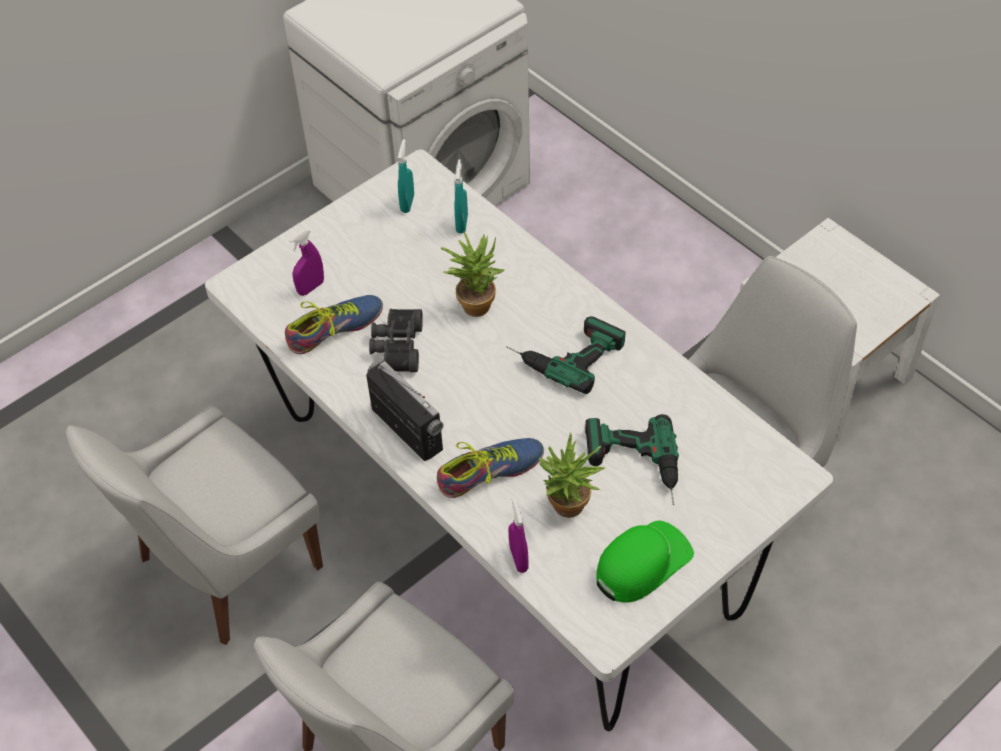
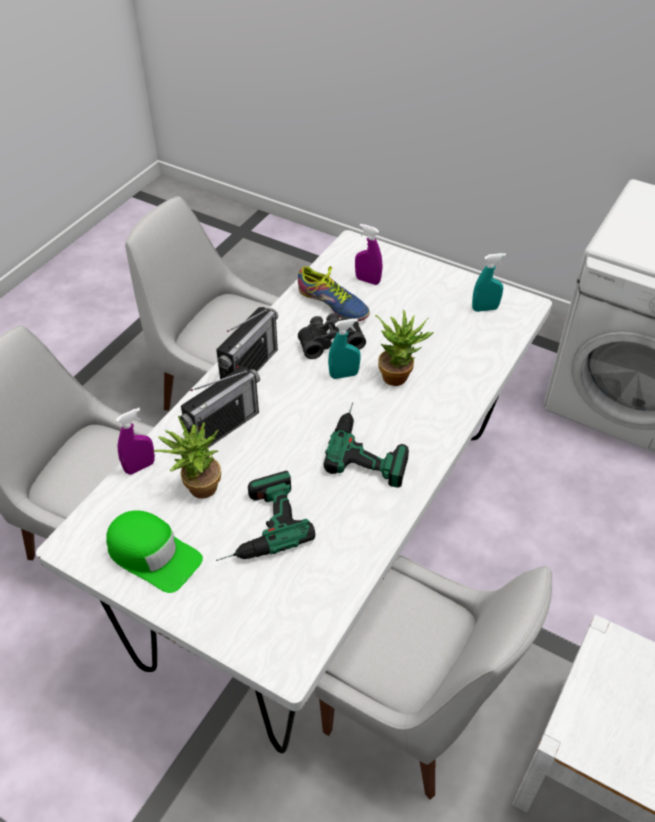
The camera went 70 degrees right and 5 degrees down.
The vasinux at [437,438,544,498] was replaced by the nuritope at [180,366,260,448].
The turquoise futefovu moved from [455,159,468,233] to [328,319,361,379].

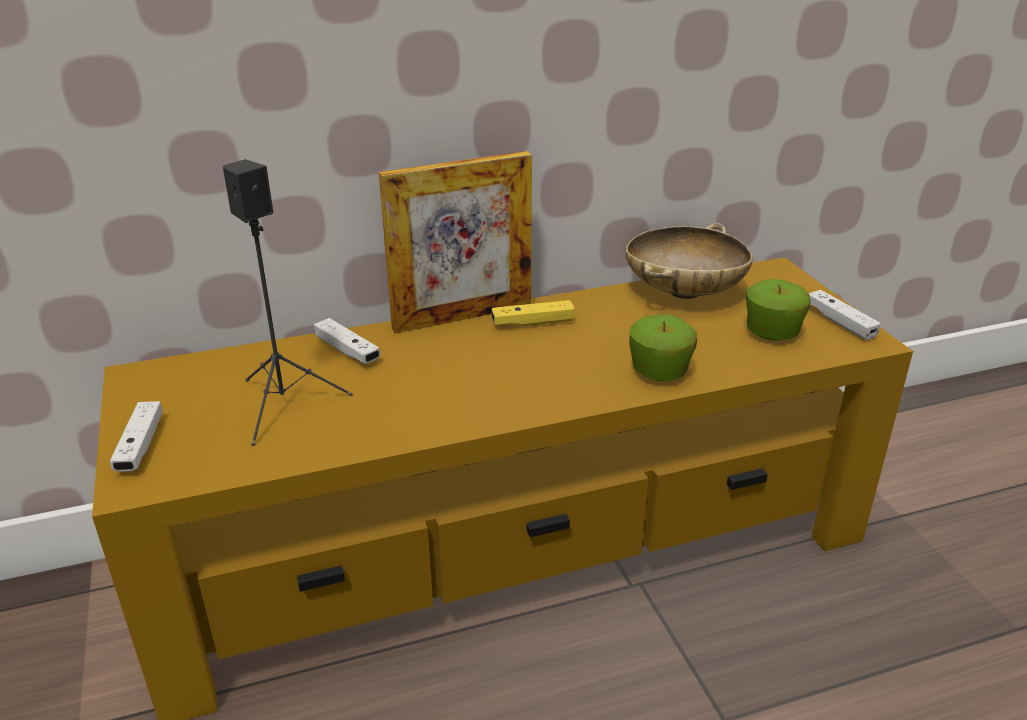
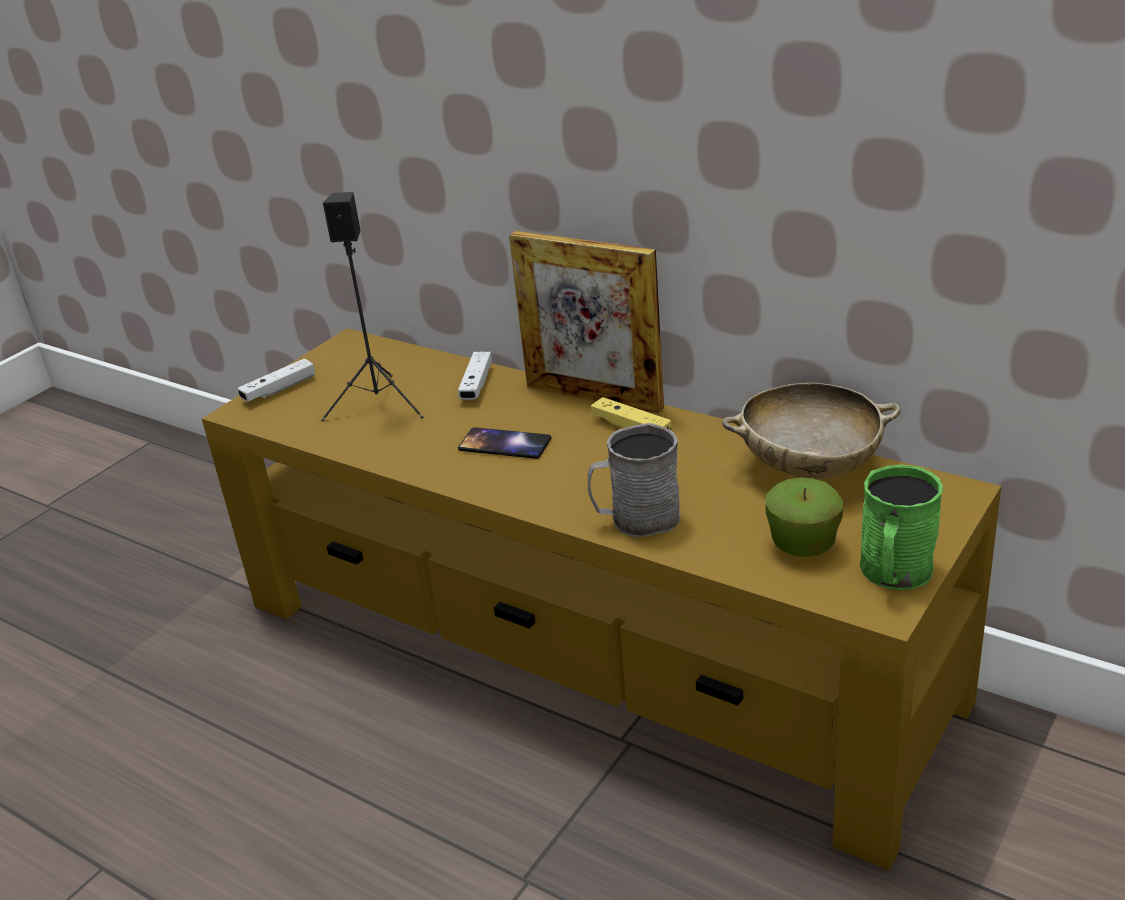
The camera went 55 degrees right and 0 degrees up.
The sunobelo at [458,427,552,459] appeared.
The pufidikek at [629,315,697,381] was replaced by the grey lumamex at [588,423,681,537].
The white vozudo at [808,290,881,340] was replaced by the green lumamex at [860,465,943,590].

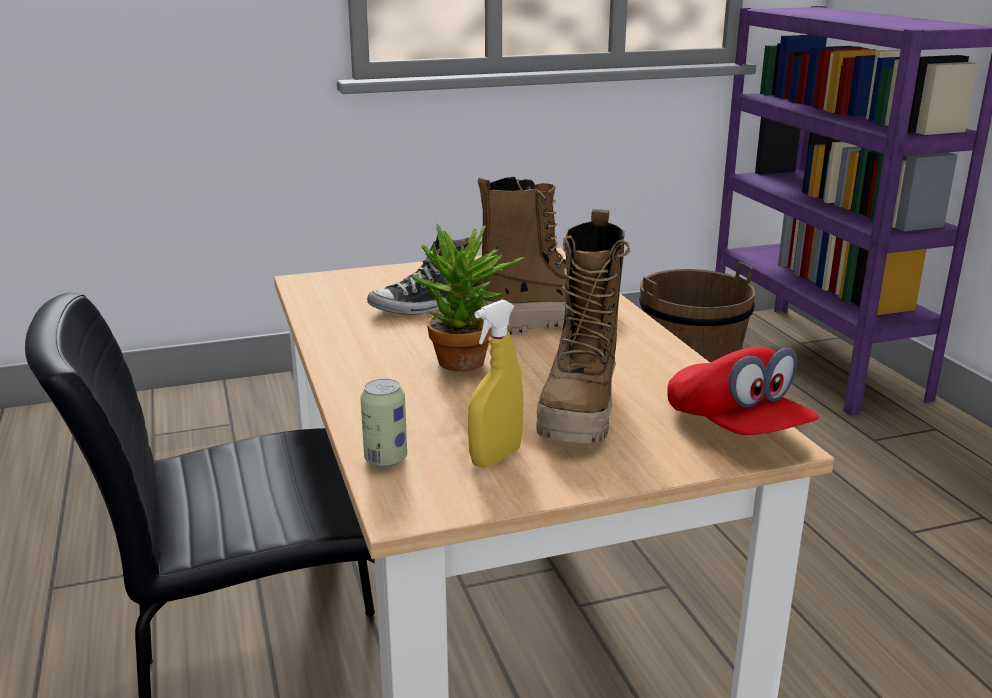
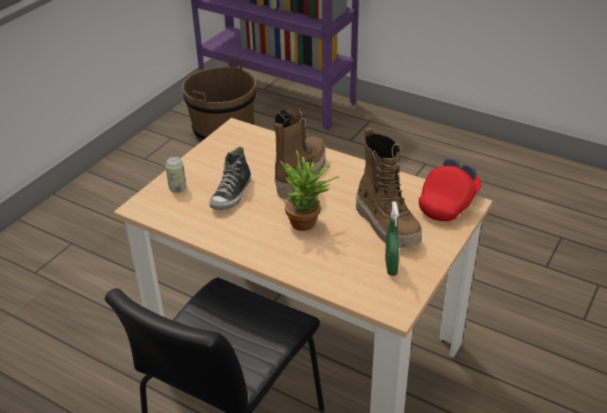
The camera went 40 degrees left and 15 degrees up.
The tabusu moved from [360,379,407,468] to [165,157,186,193].
The yellow futefovu at [468,300,523,468] became the green futefovu at [385,201,399,276].
The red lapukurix at [667,347,819,435] turned 75 degrees counterclockwise.

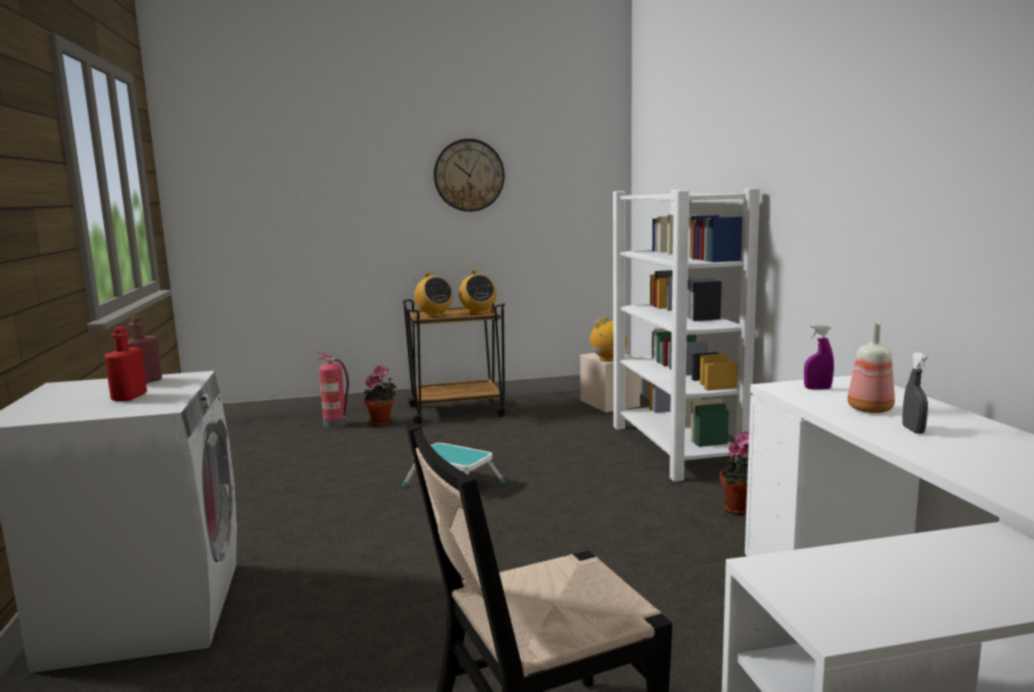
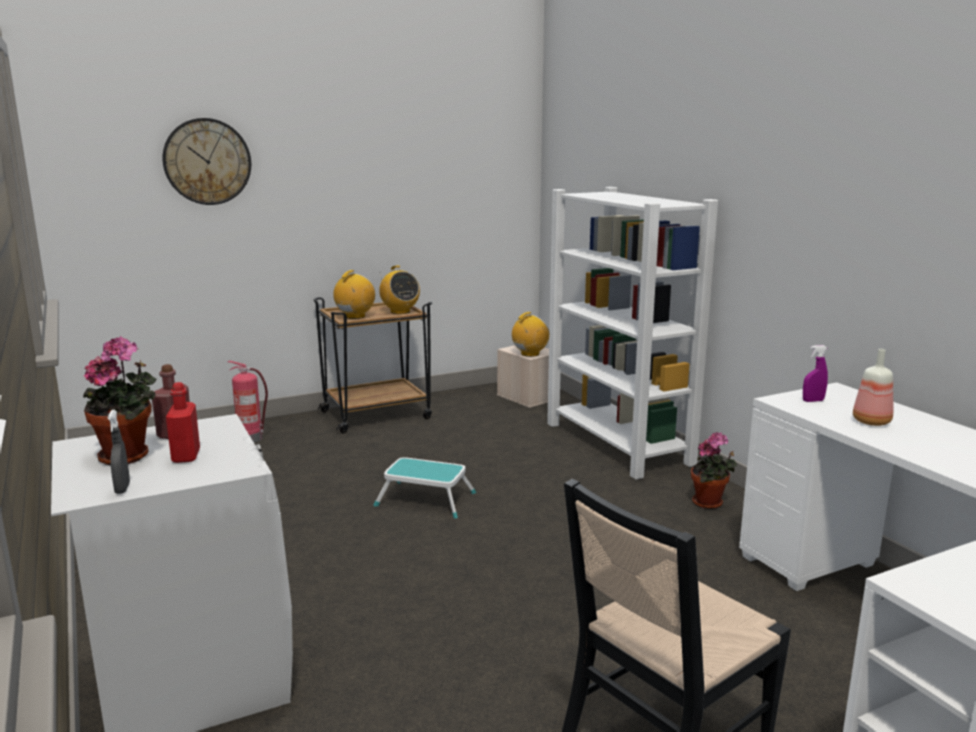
The camera went 15 degrees left and 5 degrees up.
The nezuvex moved from [364,366,397,426] to [83,336,156,465].
The grey futefovu moved from [902,352,928,434] to [108,410,130,494].
The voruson moved from [434,139,505,212] to [163,118,251,205].
The nuritope at [414,272,453,318] turned 105 degrees counterclockwise.

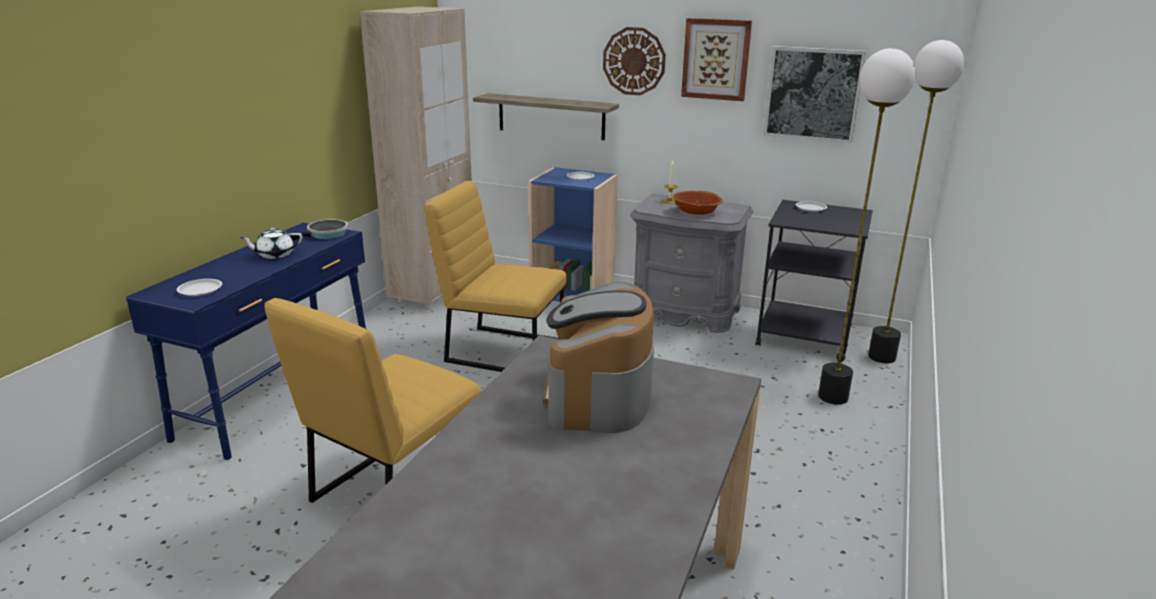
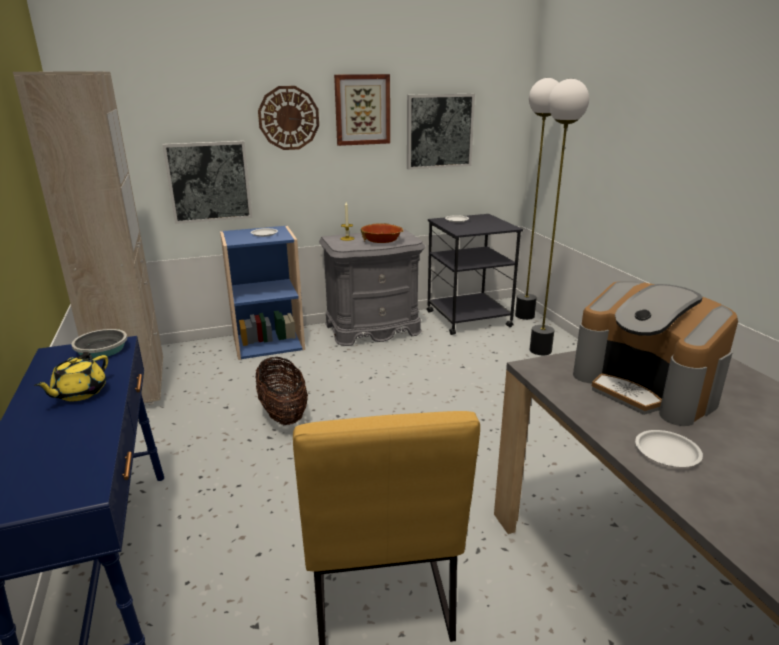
The camera went 40 degrees left and 0 degrees up.
The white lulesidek at [240,227,302,259] became the yellow lulesidek at [34,355,108,401].
The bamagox at [473,93,619,140] was replaced by the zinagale at [162,141,252,224].
The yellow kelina at [424,181,567,372] was replaced by the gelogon at [255,357,308,425].
The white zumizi moved from [177,279,222,296] to [635,430,703,467].

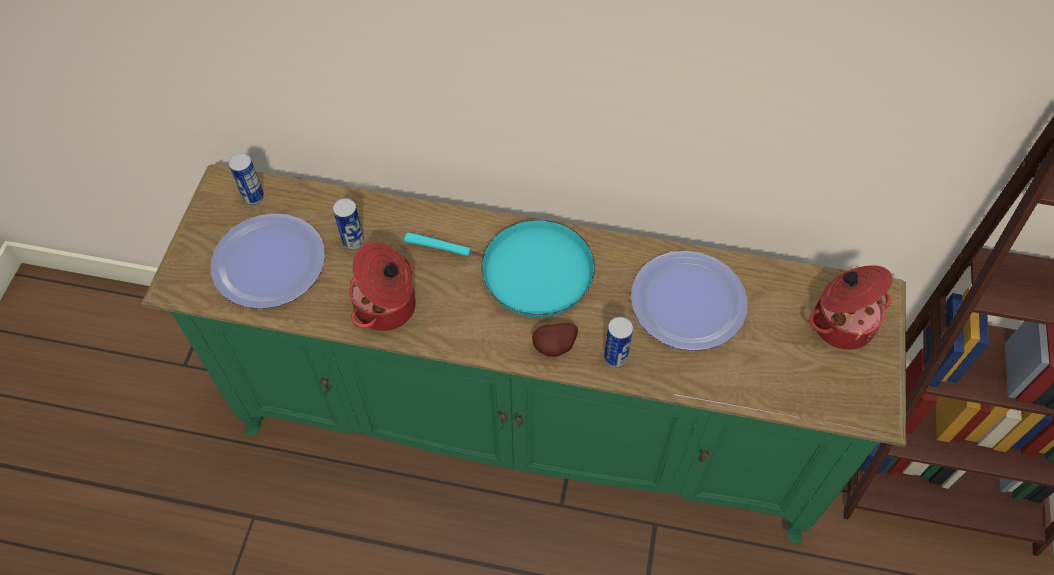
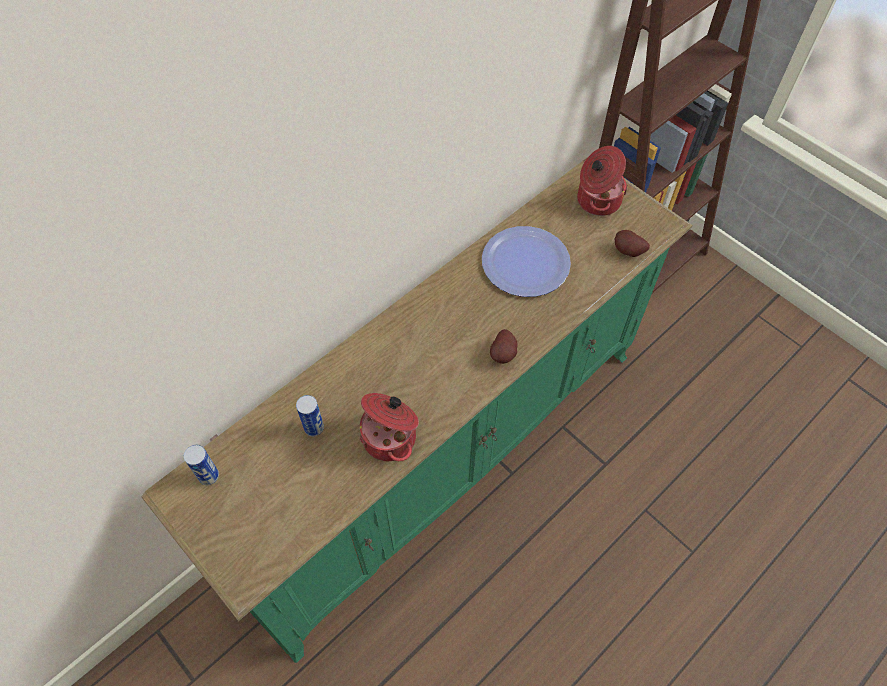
The camera went 55 degrees left and 0 degrees up.
The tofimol at [615,230,650,257] appeared.
The zumizi at [211,213,325,309] disappeared.
The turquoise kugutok at [404,220,595,317] disappeared.
The tabusu at [604,317,633,367] disappeared.

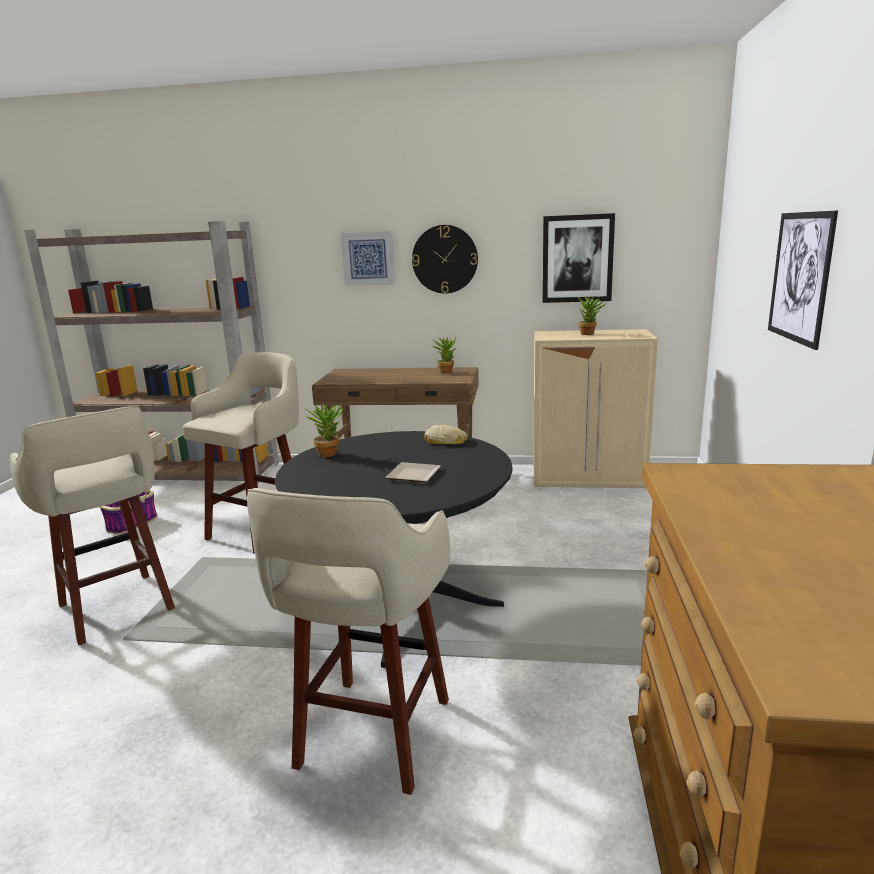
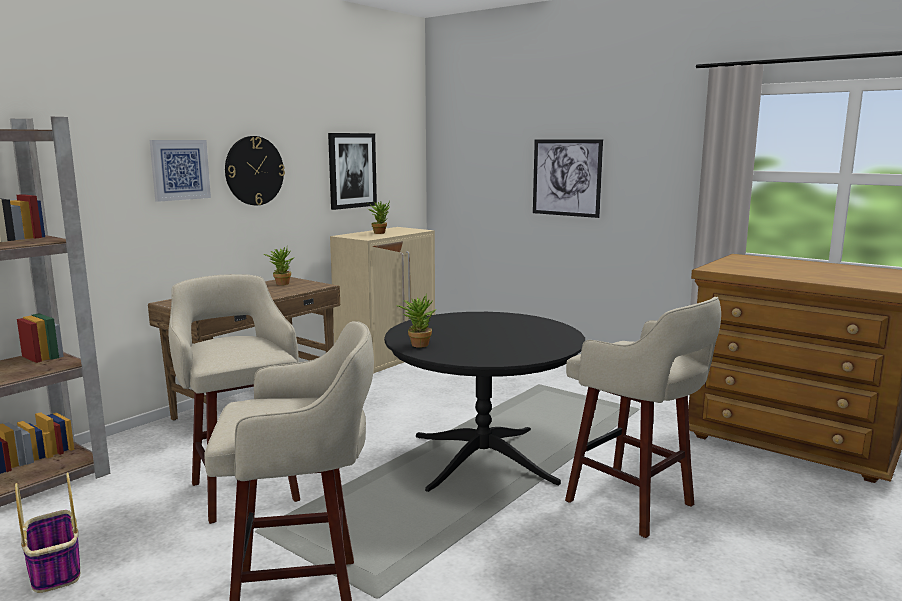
The camera went 60 degrees left and 5 degrees down.
The zumizi at [385,462,441,482] disappeared.
The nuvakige at [424,425,467,444] disappeared.

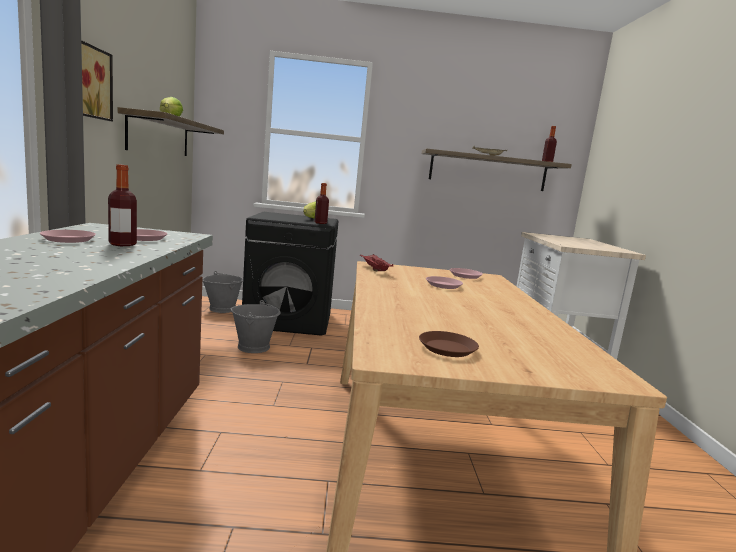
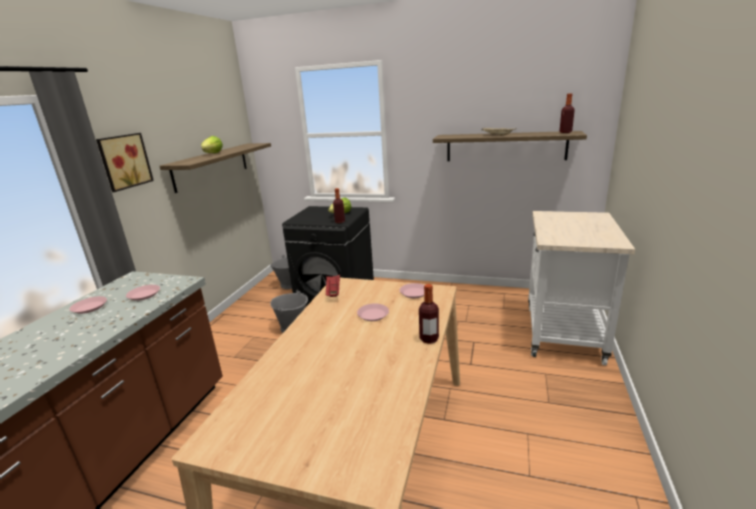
The camera went 20 degrees right and 10 degrees up.
The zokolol moved from [108,164,137,246] to [419,284,439,344].
The brown zumizi at [419,331,479,357] disappeared.

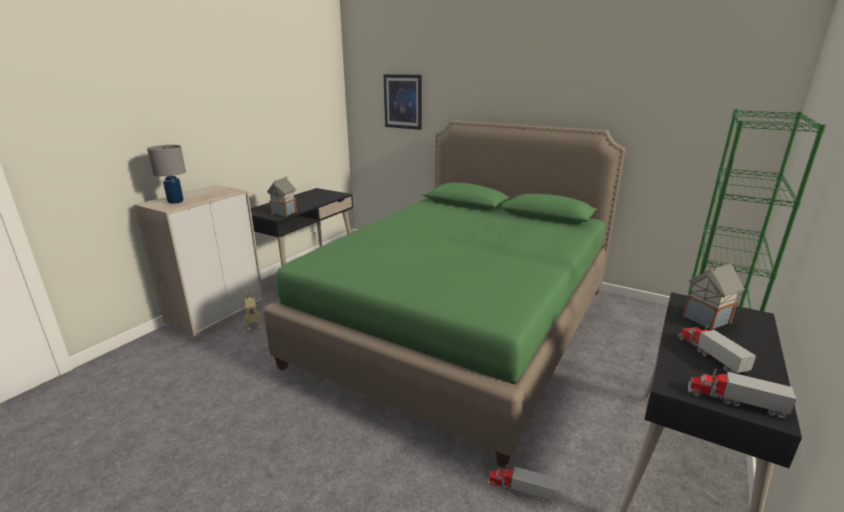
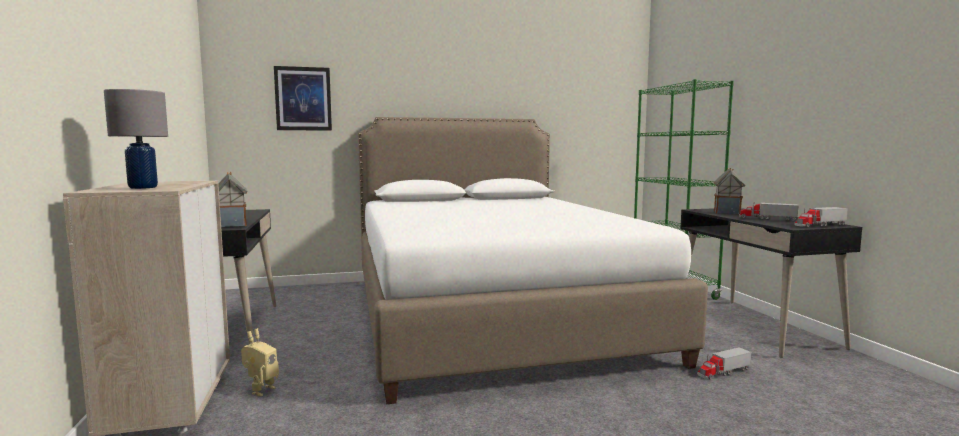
The camera went 45 degrees left and 15 degrees down.
The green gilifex at [263,120,626,469] became the white gilifex at [358,117,708,404].

